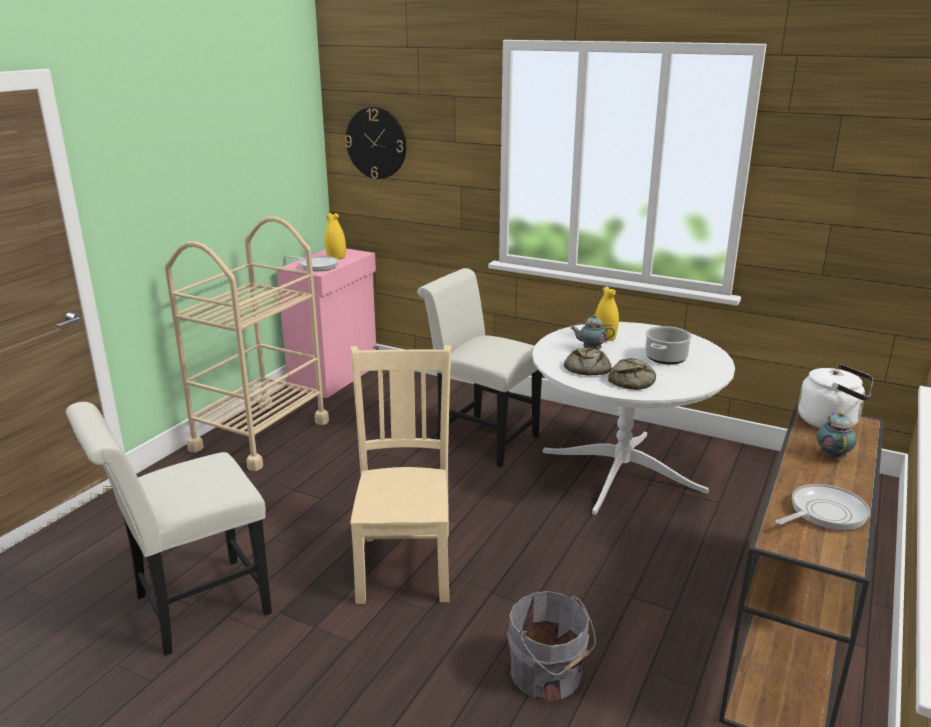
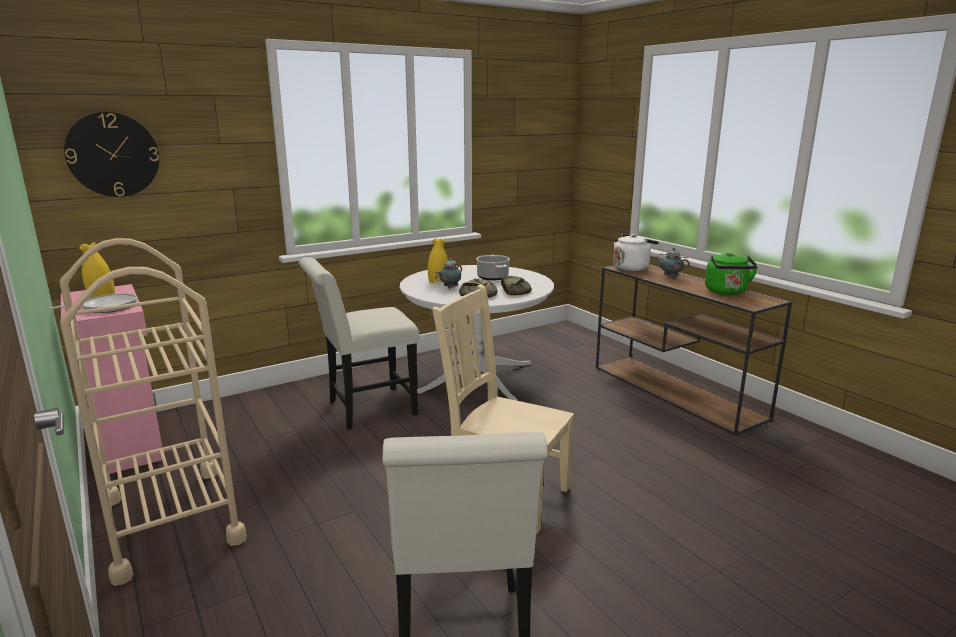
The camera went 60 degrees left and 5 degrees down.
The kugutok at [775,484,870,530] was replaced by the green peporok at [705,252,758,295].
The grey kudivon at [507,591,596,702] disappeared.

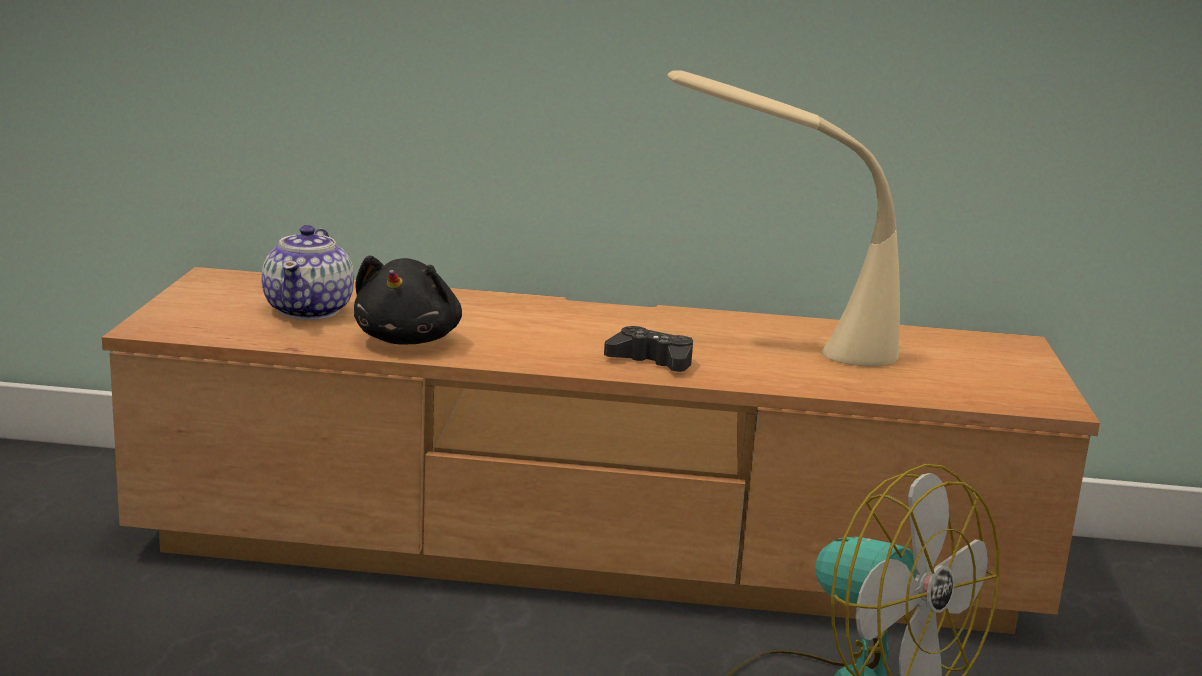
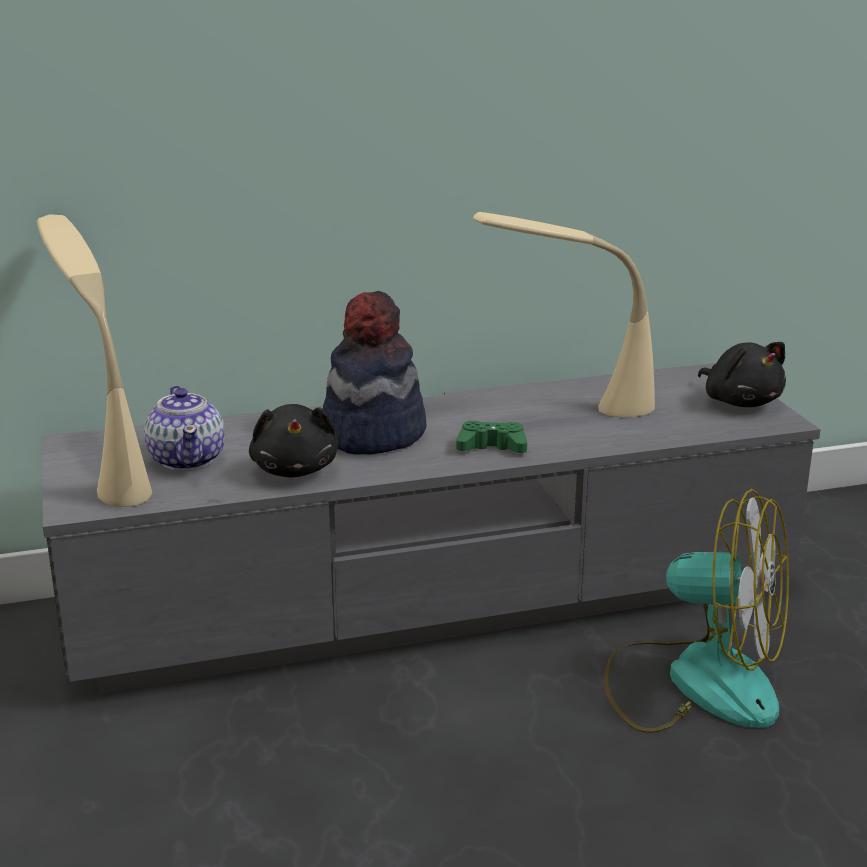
The camera went 20 degrees left and 5 degrees up.
The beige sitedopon at [37,214,152,507] appeared.
The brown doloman at [102,267,1100,634] became the grey doloman at [42,363,821,694].
The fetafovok at [323,291,427,454] appeared.
The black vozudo at [604,326,693,372] became the green vozudo at [456,421,527,453].
The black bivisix at [698,342,786,407] appeared.

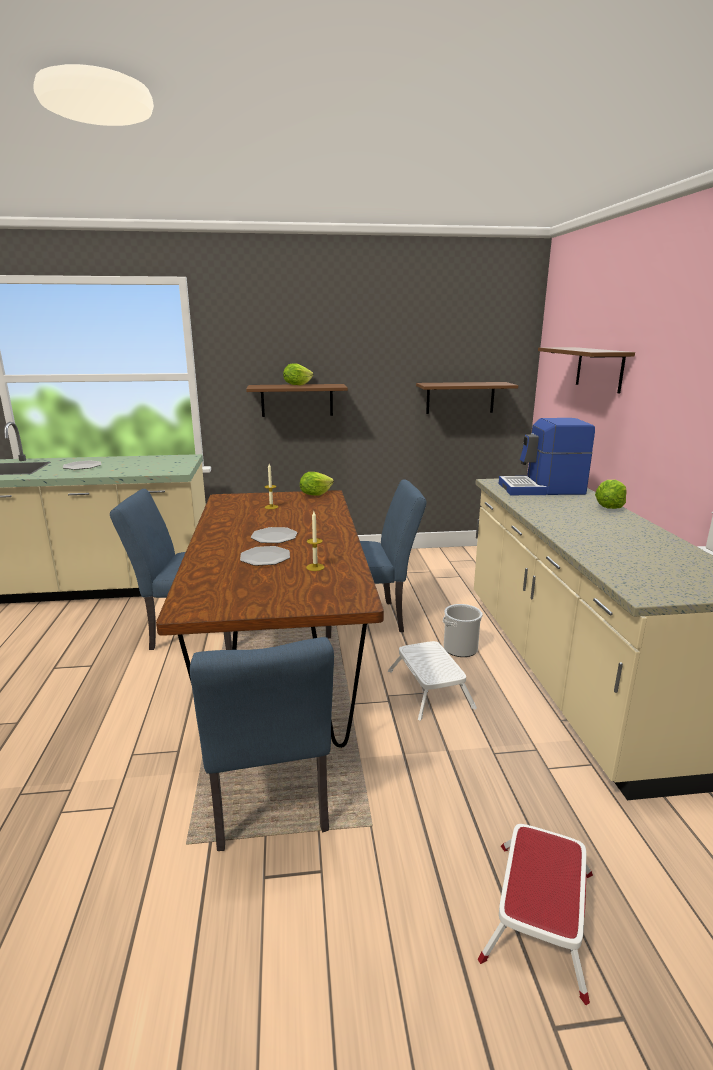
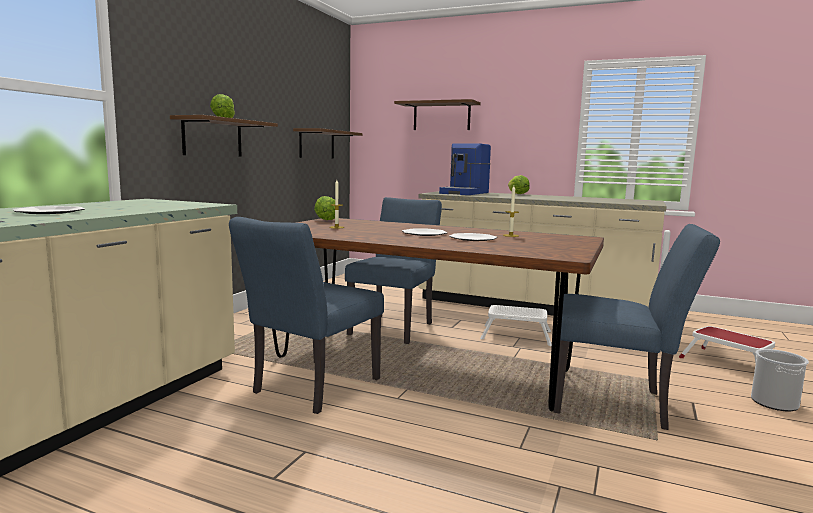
The camera went 60 degrees left and 10 degrees down.
The kudivon moved from [443,604,483,657] to [751,349,809,411].

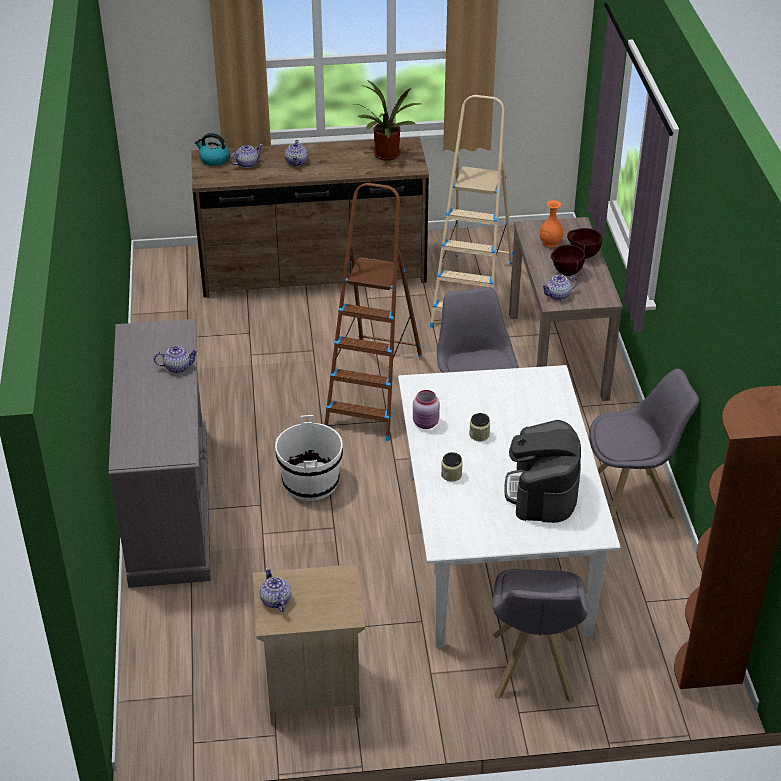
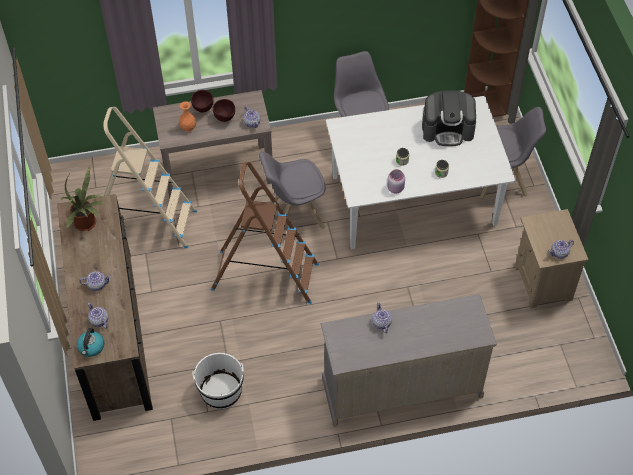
The camera went 95 degrees left and 15 degrees up.
The white kudivon moved from [275,415,343,501] to [192,353,244,409].

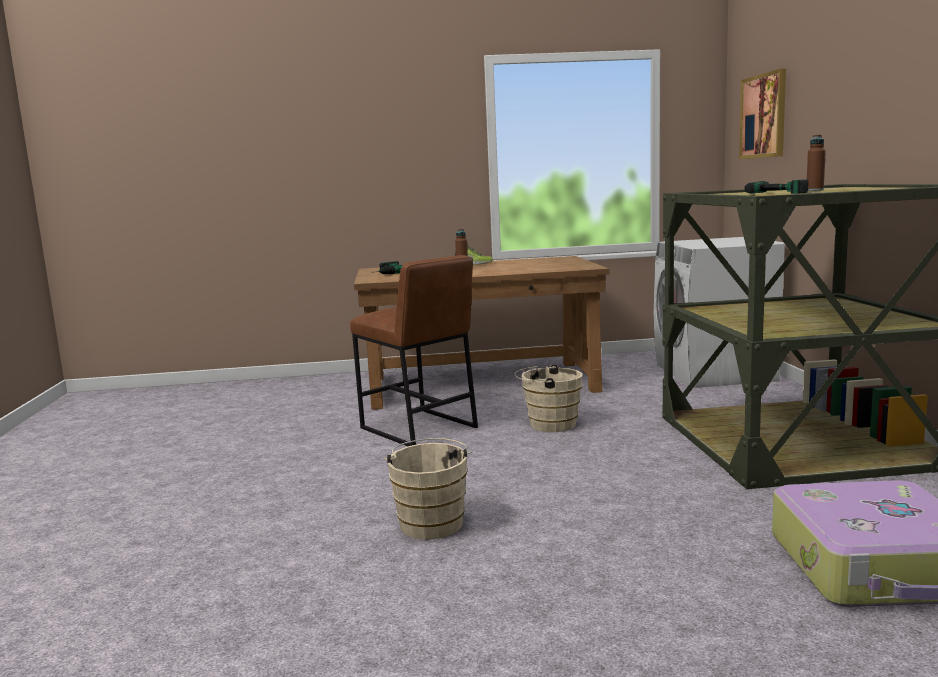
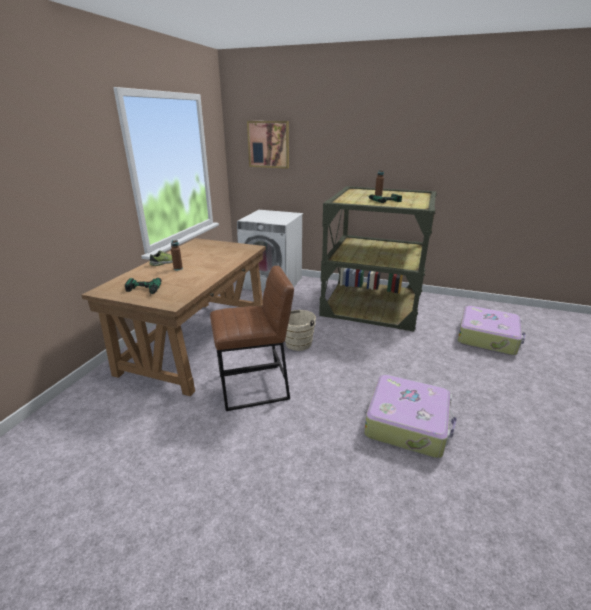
The camera went 65 degrees left and 15 degrees up.
The beige kudivon at [384,438,473,540] was replaced by the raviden at [364,375,457,458].

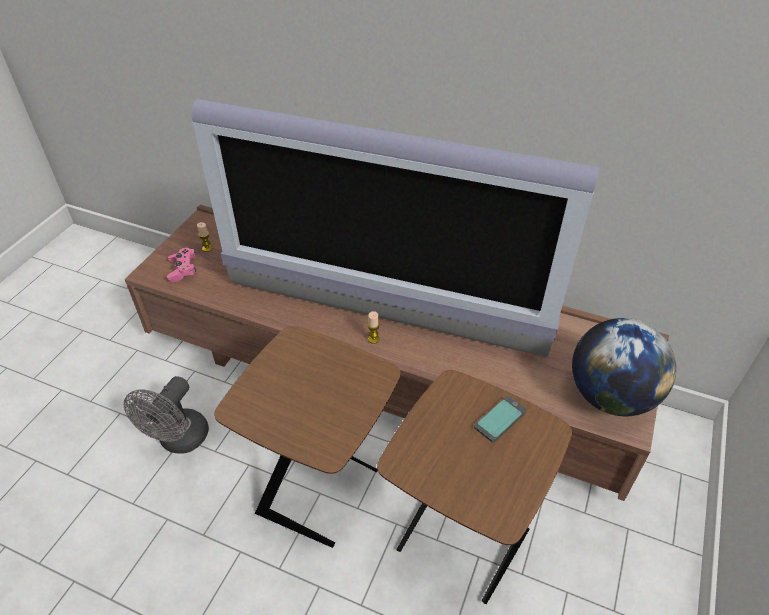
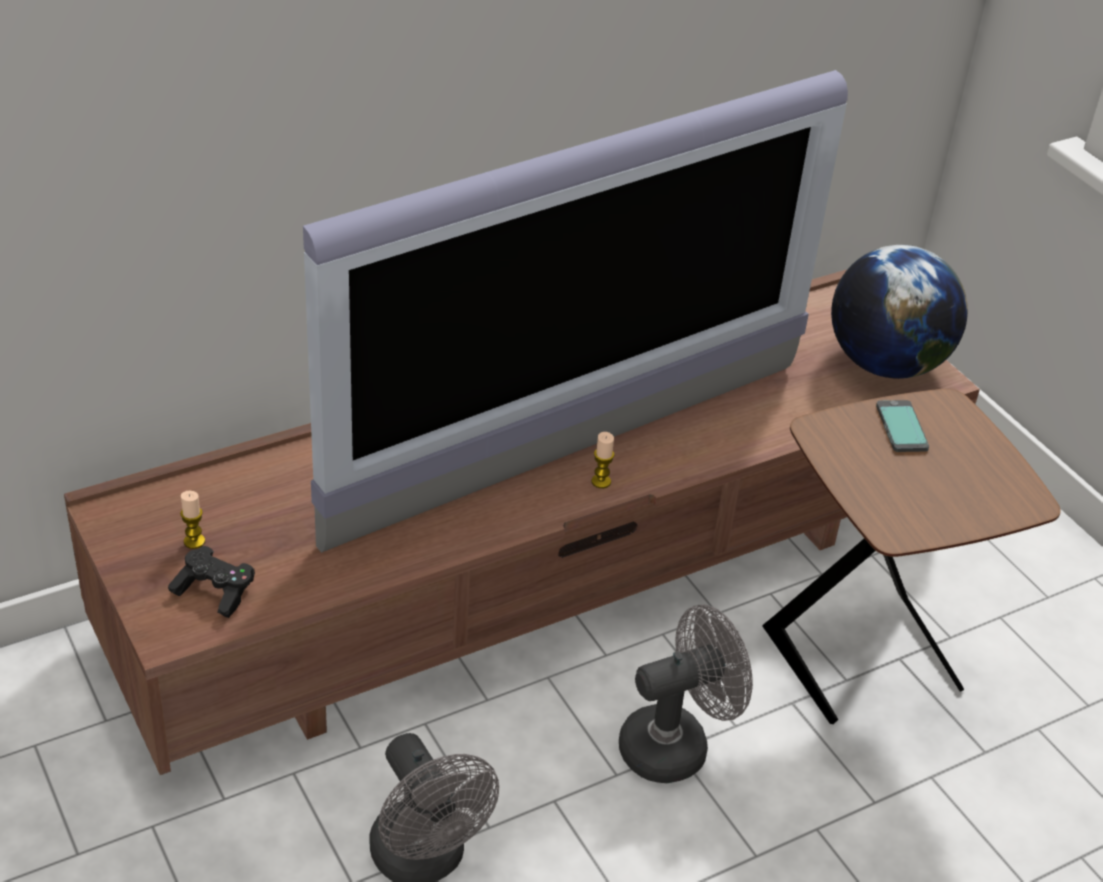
The camera went 55 degrees left and 5 degrees down.
The pink vozudo at [167,248,196,282] became the black vozudo at [168,546,255,618].
The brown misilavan at [214,326,401,548] was replaced by the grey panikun at [619,604,753,783].

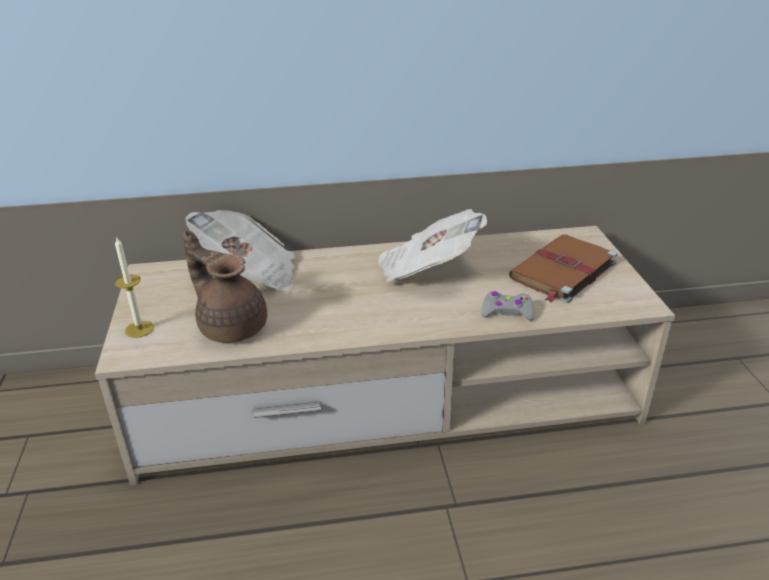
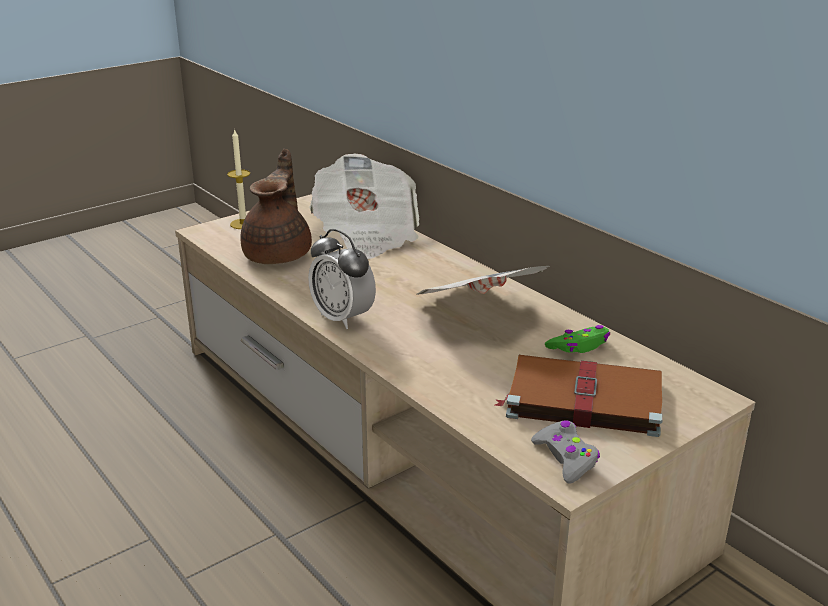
The camera went 60 degrees right and 5 degrees down.
The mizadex at [308,229,376,329] appeared.
The grey vozudo moved from [481,291,535,321] to [531,420,600,484].
The green vozudo at [545,325,610,353] appeared.

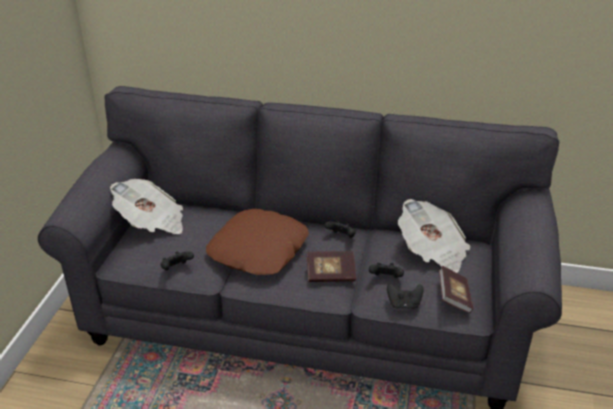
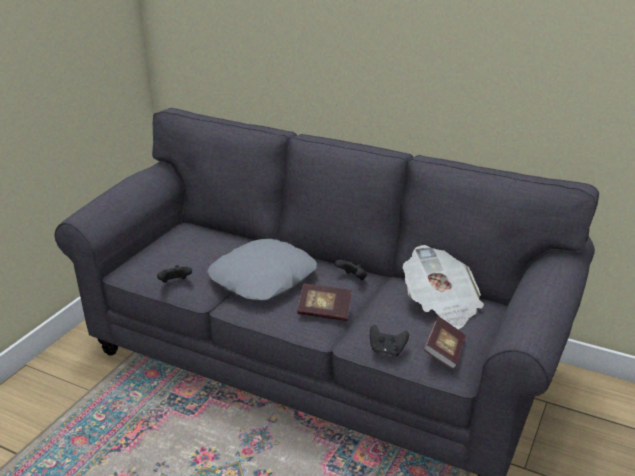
The camera went 15 degrees right and 5 degrees down.
The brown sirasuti at [206,209,309,275] became the grey sirasuti at [207,239,317,301].
The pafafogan at [110,179,183,234] disappeared.
The black vozudo at [369,263,404,278] disappeared.

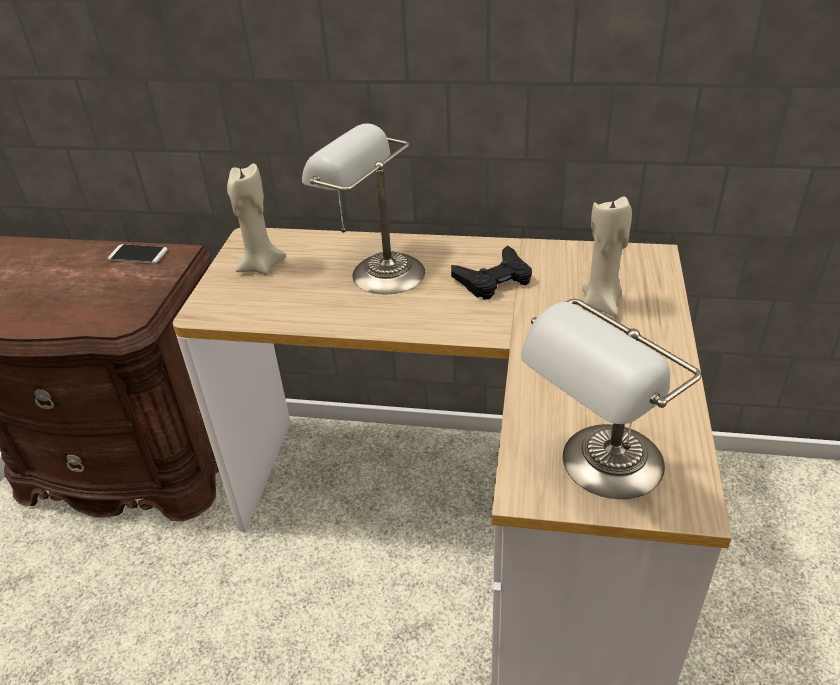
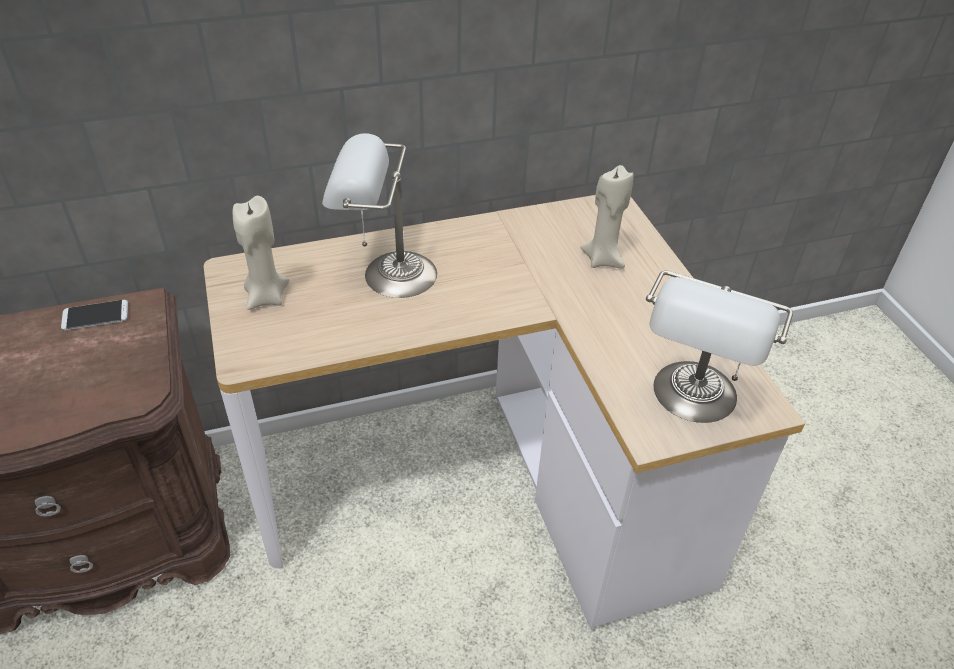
The camera went 30 degrees left and 5 degrees up.
The black vozudo at [451,246,532,300] disappeared.

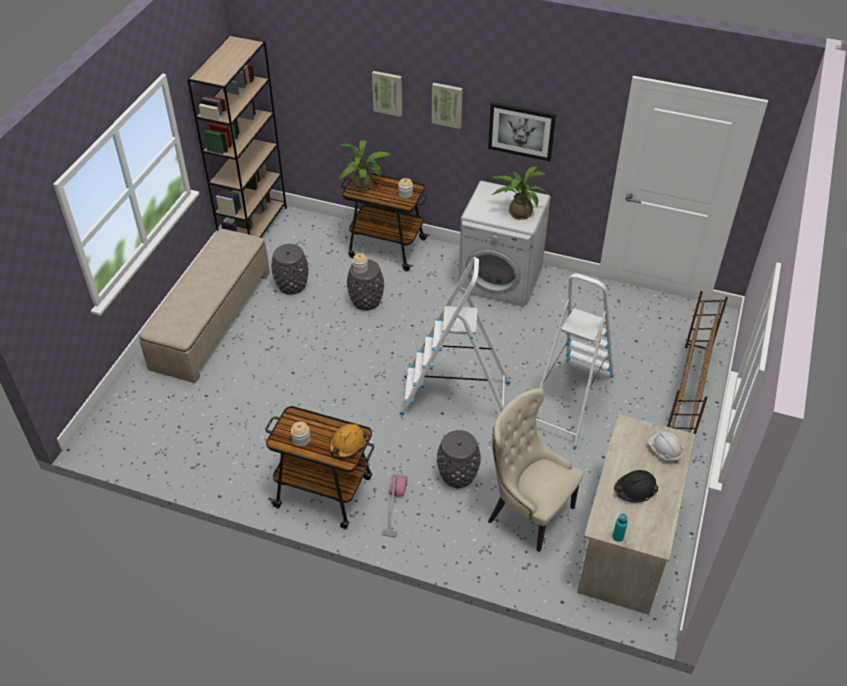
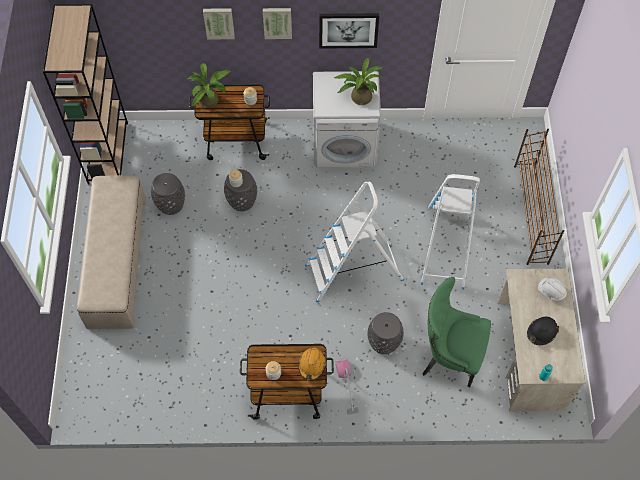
The camera went 20 degrees left and 15 degrees up.
The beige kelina at [488,388,584,552] became the green kelina at [422,277,491,387].

